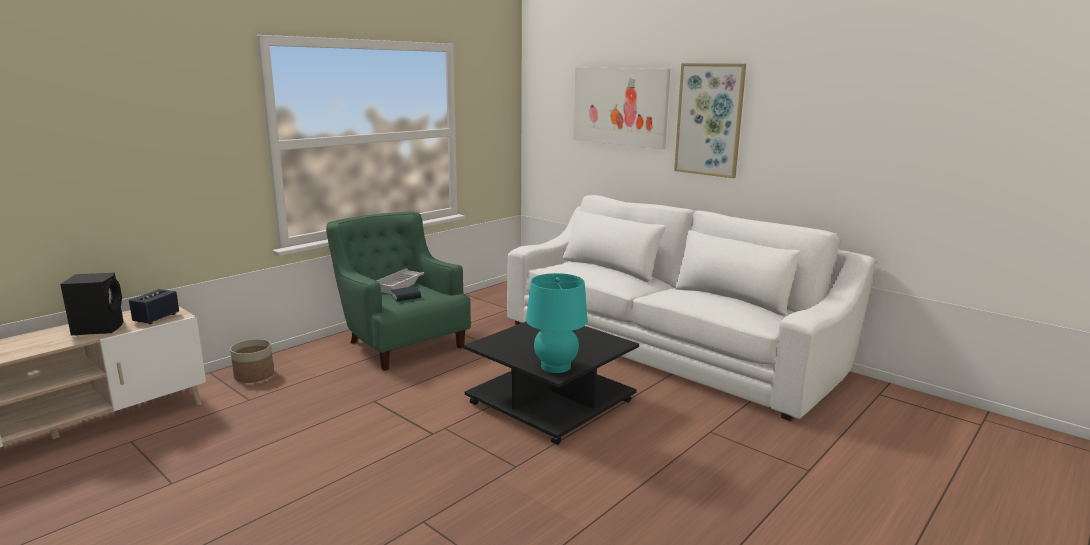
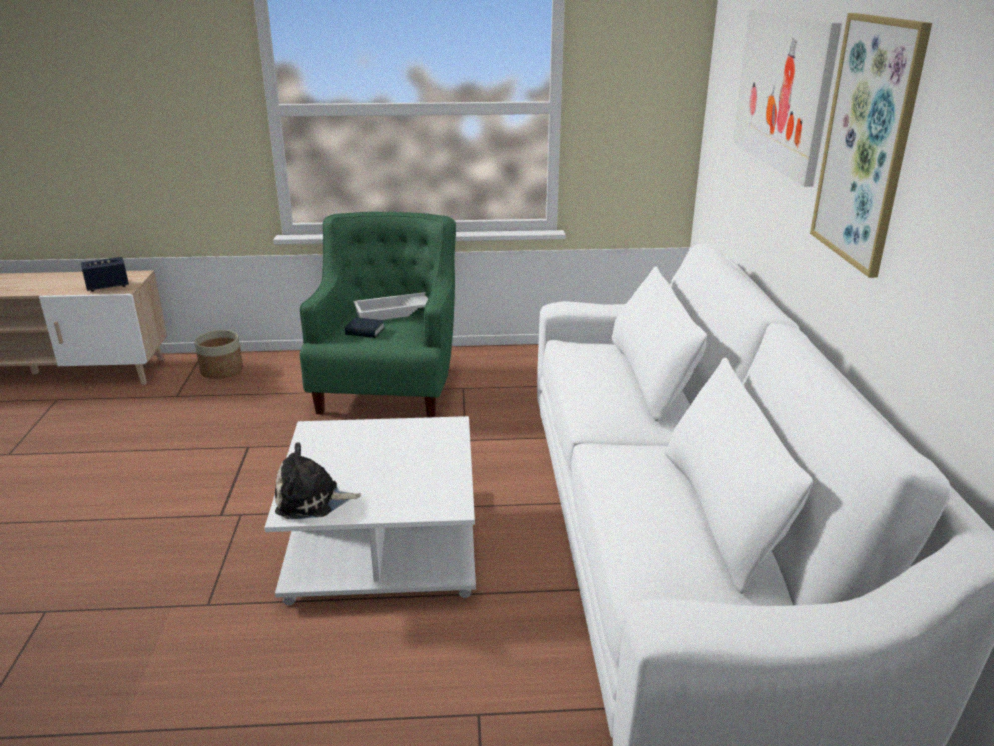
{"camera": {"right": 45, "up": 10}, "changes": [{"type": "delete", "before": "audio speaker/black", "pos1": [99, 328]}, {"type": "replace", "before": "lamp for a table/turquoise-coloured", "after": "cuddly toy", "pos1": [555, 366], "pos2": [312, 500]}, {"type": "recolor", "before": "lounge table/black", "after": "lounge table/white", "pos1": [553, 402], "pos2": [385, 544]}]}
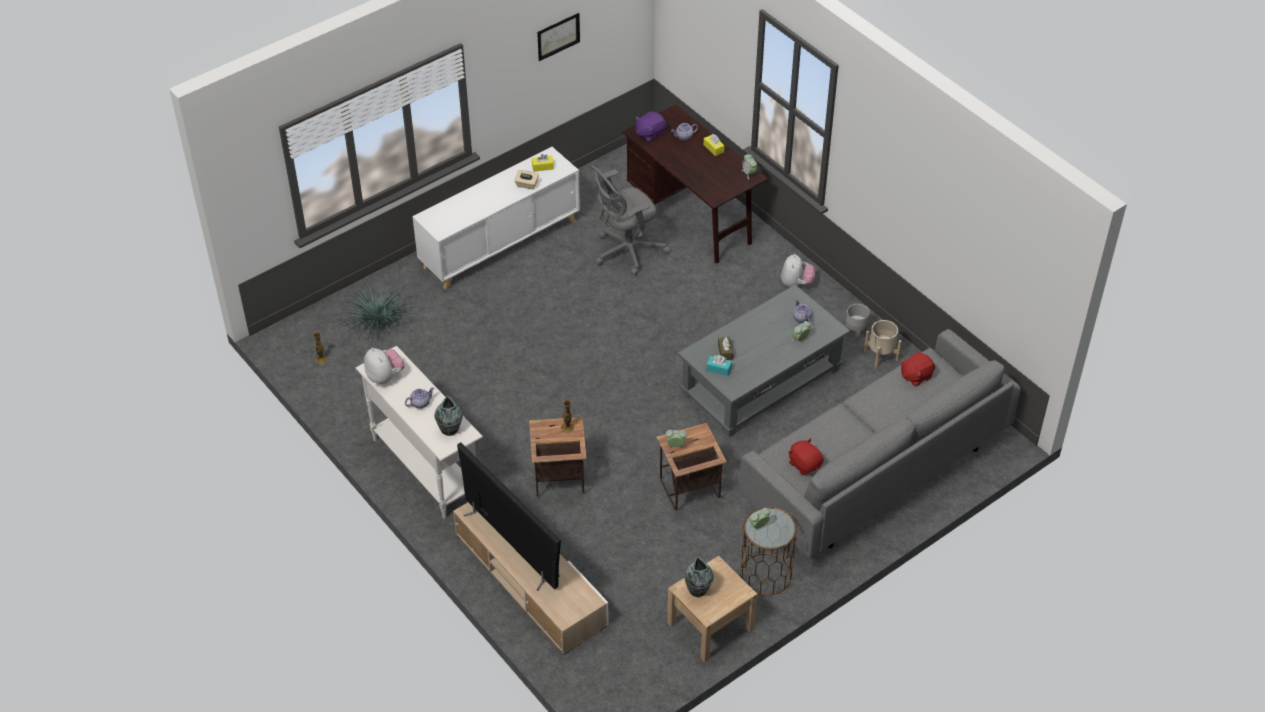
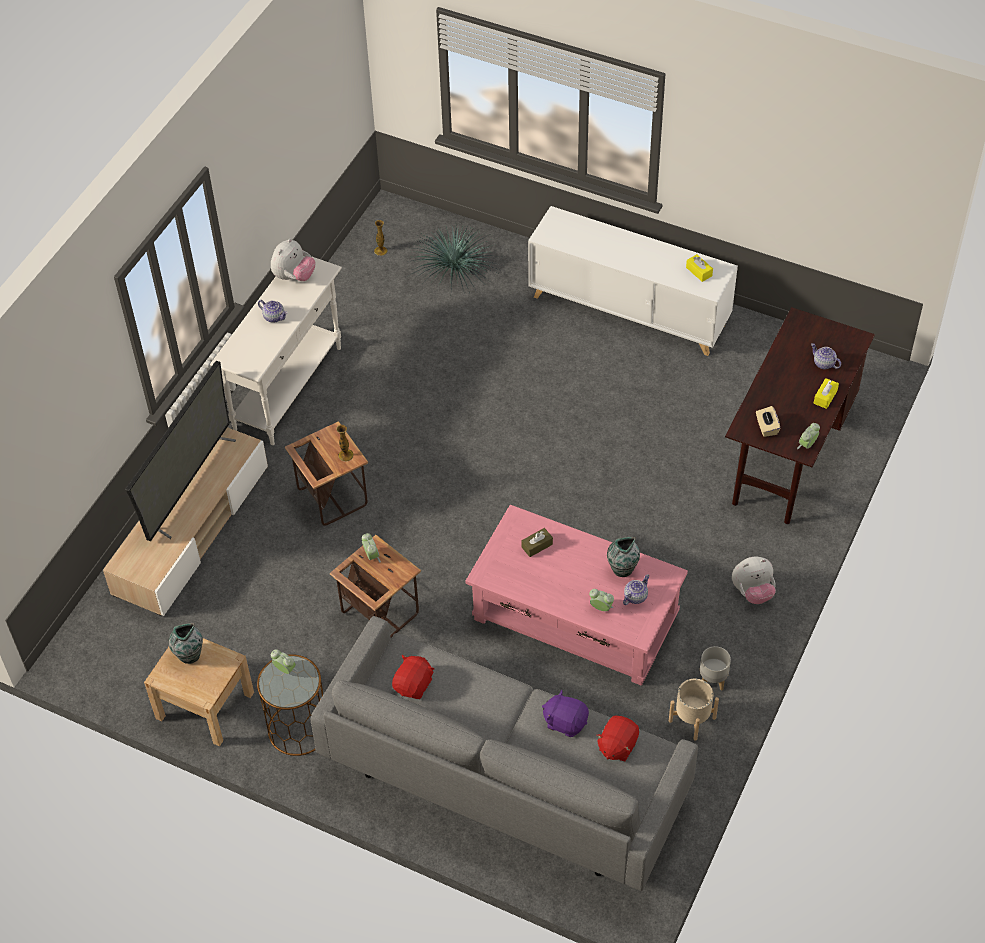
{"camera": {"right": 65, "up": 5}, "changes": [{"type": "delete", "before": "wall picture", "pos1": [558, 36]}, {"type": "move", "before": "cuddly toy/purplish", "pos1": [650, 133], "pos2": [565, 722]}, {"type": "delete", "before": "computer chair/grey", "pos1": [626, 252]}, {"type": "move", "before": "tissue holder/sand-coloured", "pos1": [526, 185], "pos2": [766, 427]}, {"type": "recolor", "before": "lounge table/grey", "after": "lounge table/pink", "pos1": [760, 381], "pos2": [575, 616]}, {"type": "rotate", "before": "cuddly toy/reddish", "pos1": [915, 376], "pos2": [617, 745], "turn": -90}, {"type": "delete", "before": "tissue holder/turquoise-coloured", "pos1": [719, 369]}, {"type": "move", "before": "flower vase", "pos1": [450, 430], "pos2": [622, 569]}]}
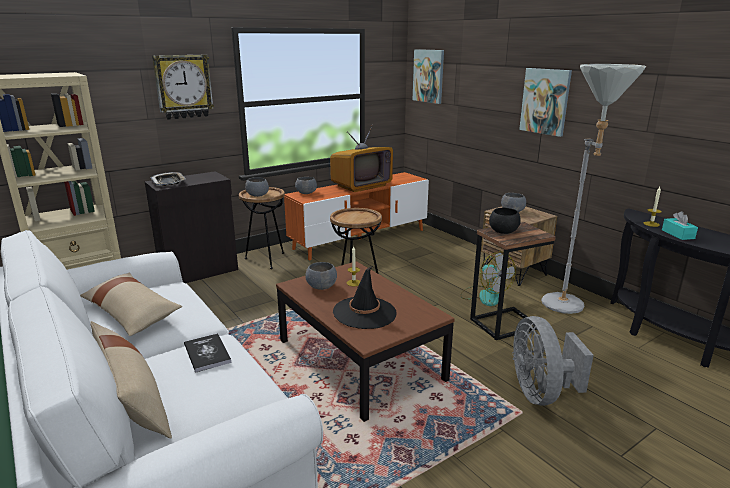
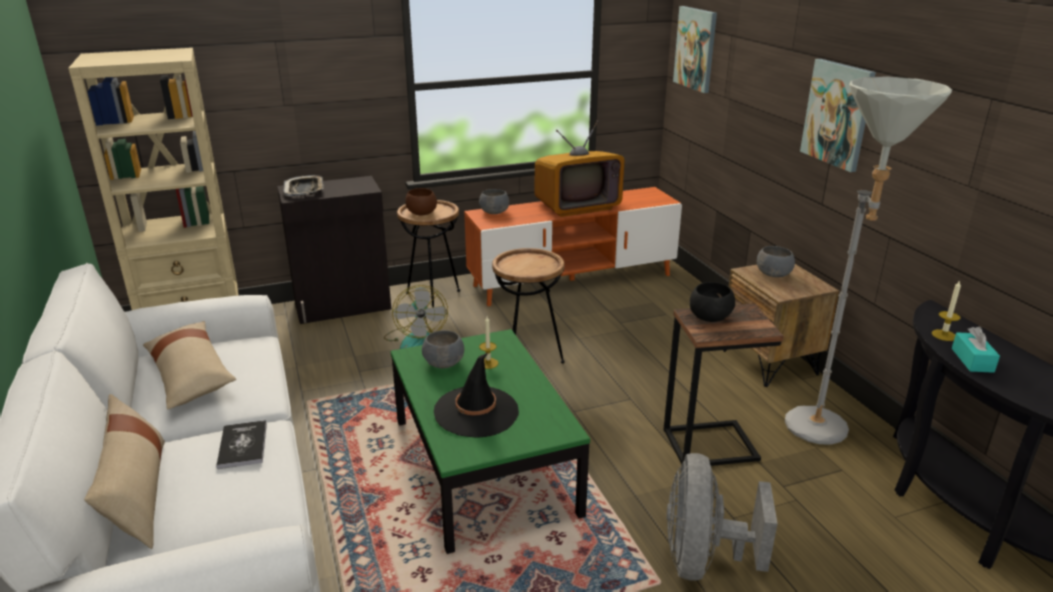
{"camera": {"right": 15, "up": 5}, "changes": [{"type": "delete", "before": "wall clock", "pos1": [183, 86]}, {"type": "recolor", "before": "deep dish/grey", "after": "deep dish/brown", "pos1": [257, 195], "pos2": [421, 213]}, {"type": "move", "before": "cooling fan", "pos1": [485, 295], "pos2": [415, 339]}, {"type": "recolor", "before": "lounge table/brown", "after": "lounge table/green-coloured", "pos1": [359, 359], "pos2": [483, 465]}]}
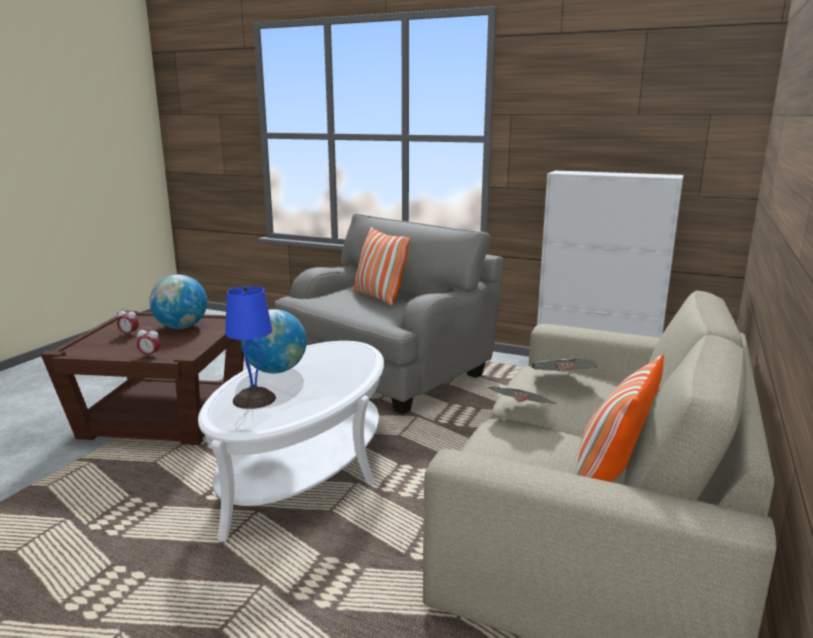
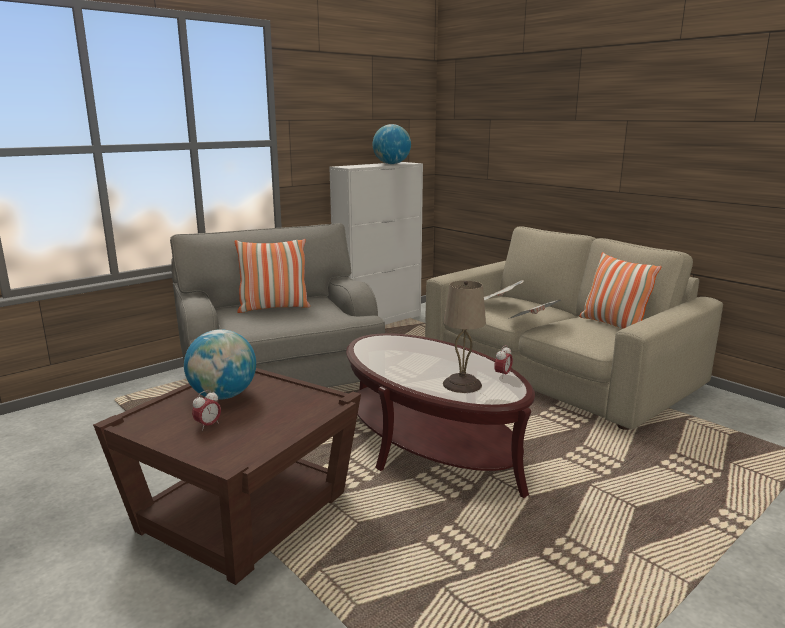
{"camera": {"right": -65, "up": 0}, "changes": [{"type": "recolor", "before": "lamp for a table/bluish", "after": "lamp for a table/sand-coloured", "pos1": [255, 399], "pos2": [462, 384]}, {"type": "move", "before": "globe", "pos1": [276, 370], "pos2": [391, 164]}, {"type": "move", "before": "table clock", "pos1": [150, 356], "pos2": [502, 375]}, {"type": "recolor", "before": "lounge table/white", "after": "lounge table/brown", "pos1": [305, 467], "pos2": [430, 445]}]}
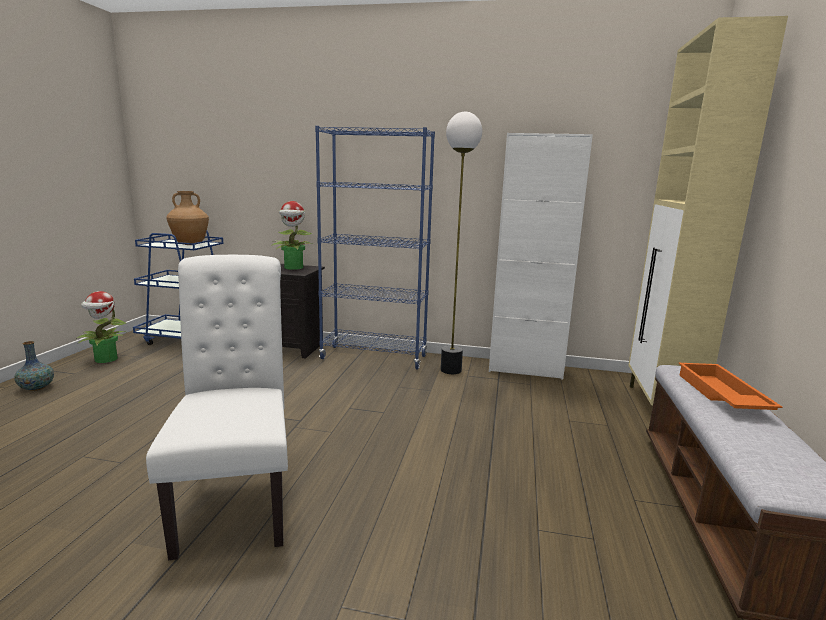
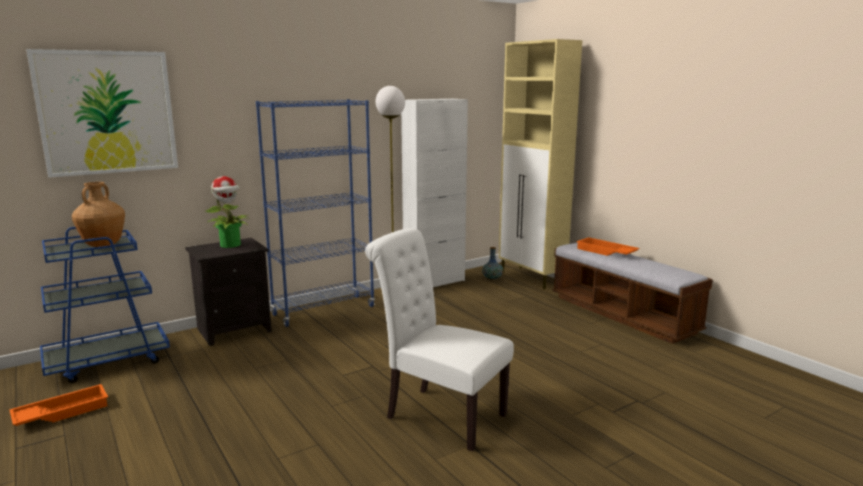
{"camera": {"right": -45, "up": 0}, "changes": [{"type": "replace", "before": "plant in a pot", "after": "tray/orangey", "pos1": [106, 359], "pos2": [62, 412]}, {"type": "move", "before": "flower vase", "pos1": [37, 388], "pos2": [492, 278]}, {"type": "insert", "after": "wall picture", "pos2": [107, 112]}]}
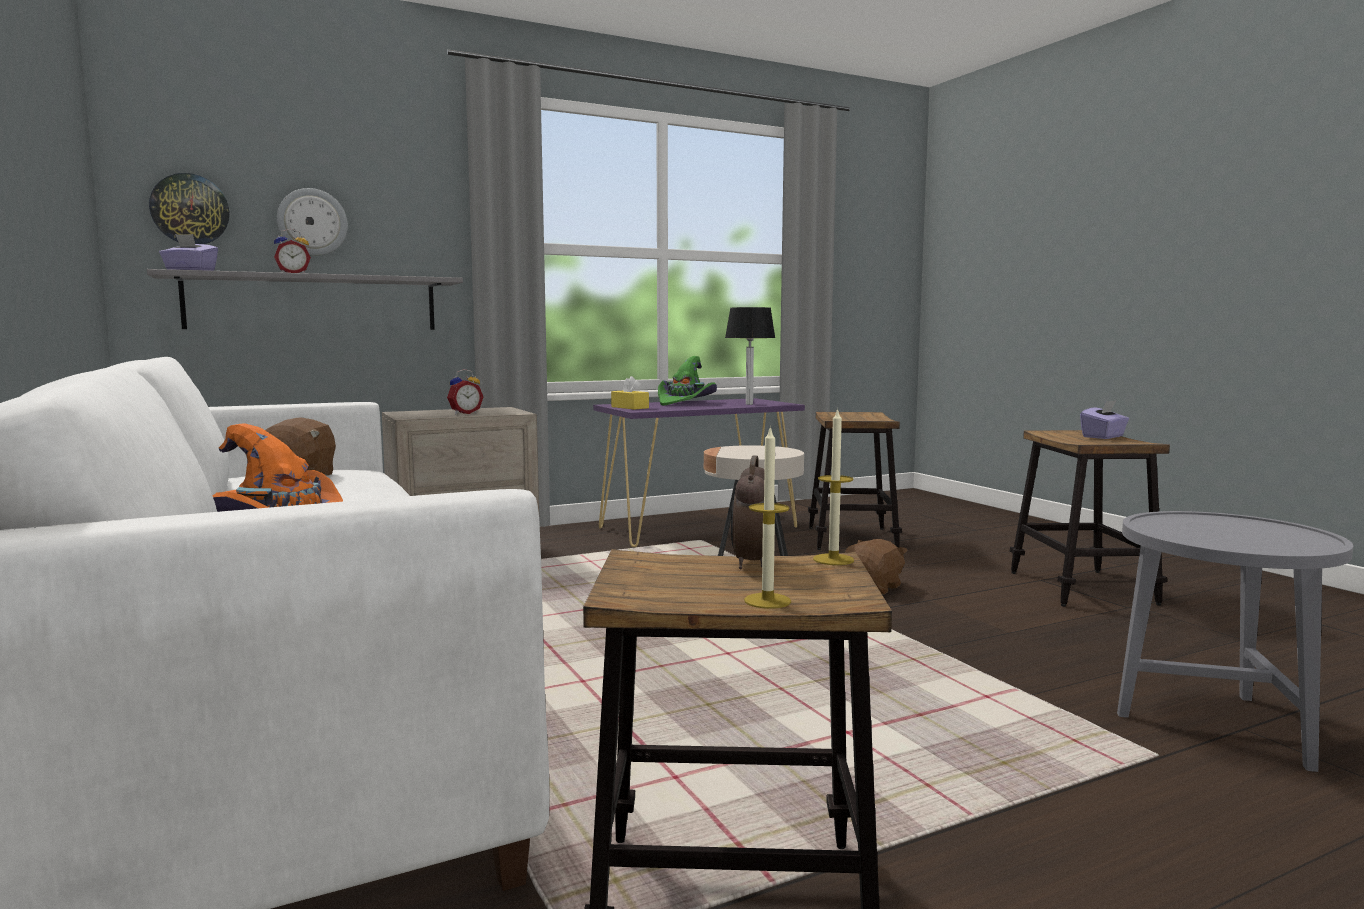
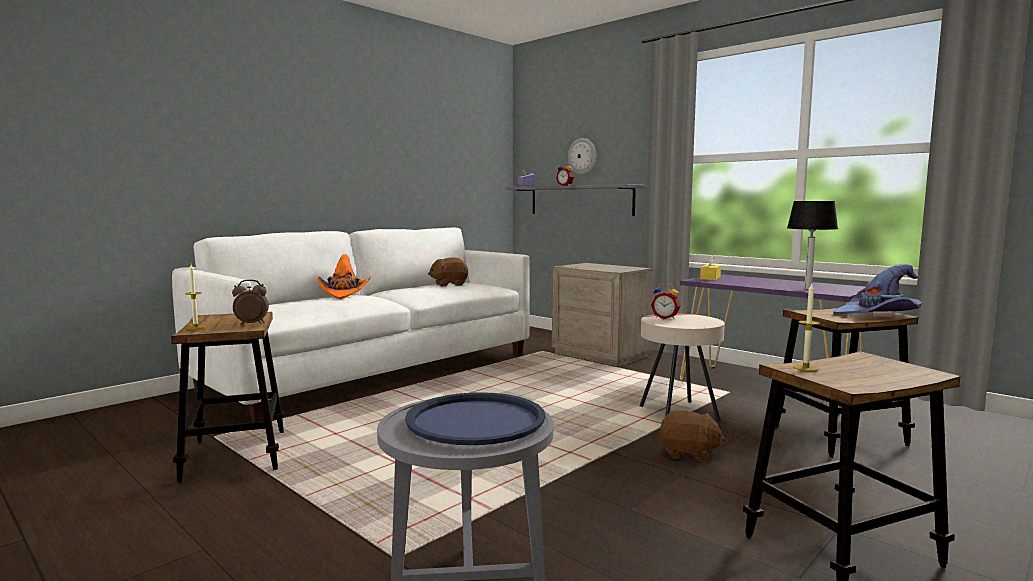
{"camera": {"right": 70, "up": 0}, "changes": [{"type": "delete", "before": "wall clock", "pos1": [190, 209]}, {"type": "delete", "before": "wearable hat/green-coloured", "pos1": [685, 402]}, {"type": "move", "before": "table clock", "pos1": [464, 413], "pos2": [665, 318]}, {"type": "delete", "before": "tissue holder/purplish", "pos1": [1103, 437]}, {"type": "move", "before": "candle", "pos1": [833, 559], "pos2": [805, 368]}, {"type": "insert", "after": "wearable hat/purplish", "pos2": [878, 315]}, {"type": "insert", "after": "tray/bluish", "pos2": [475, 420]}]}
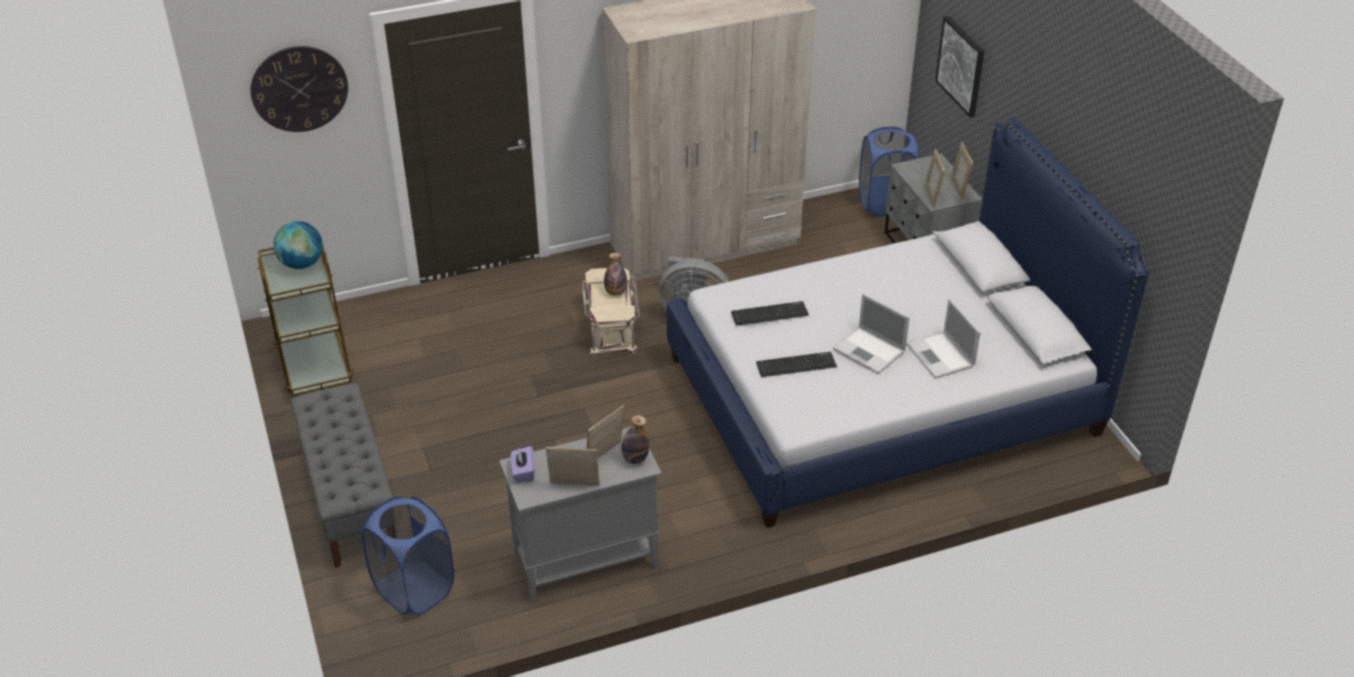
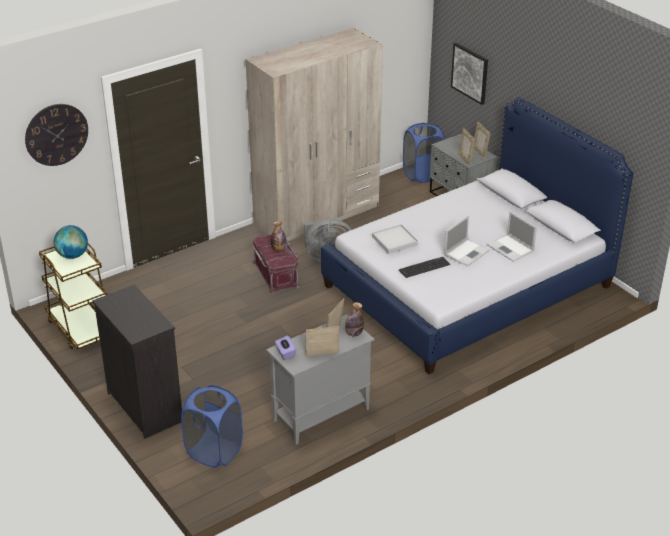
{"camera": {"right": -15, "up": -5}, "changes": [{"type": "recolor", "before": "storage container/sand-coloured", "after": "storage container/reddish", "pos1": [612, 326], "pos2": [276, 273]}, {"type": "rotate", "before": "laptop", "pos1": [870, 351], "pos2": [467, 252], "turn": -75}, {"type": "replace", "before": "keyboard", "after": "tray/white", "pos1": [769, 314], "pos2": [395, 241]}, {"type": "replace", "before": "indoor bench/grey", "after": "chest of drawers/black", "pos1": [350, 499], "pos2": [145, 406]}]}
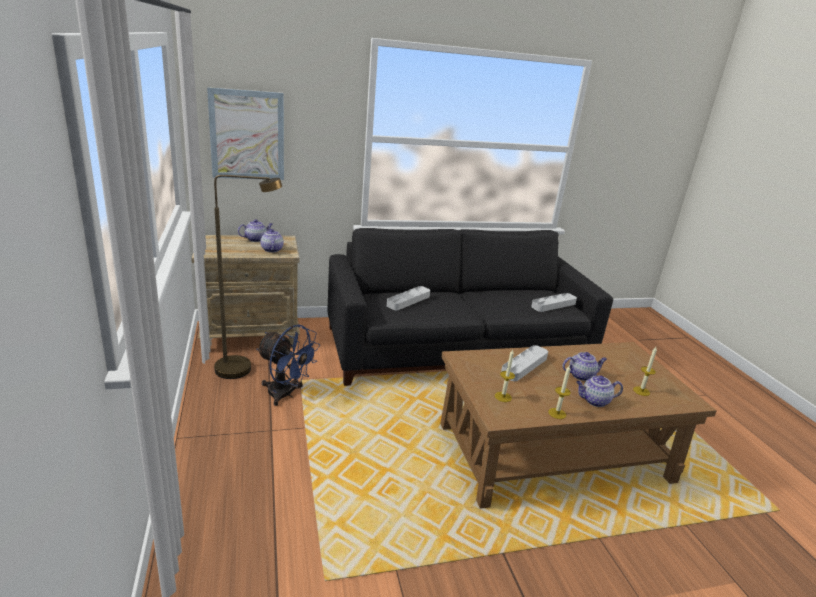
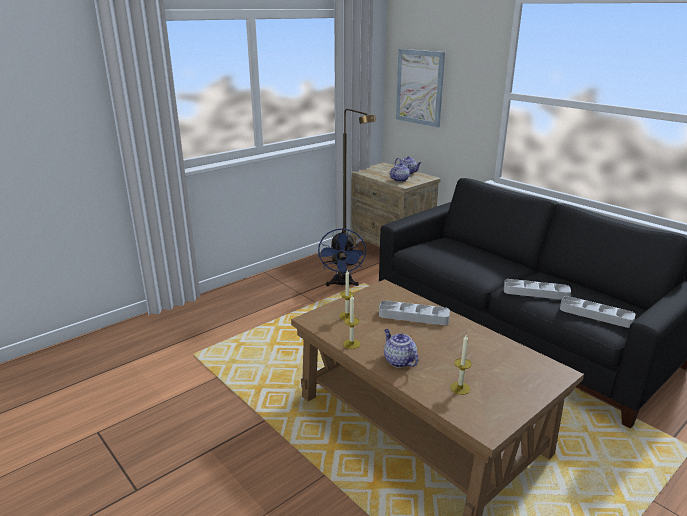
{"camera": {"right": 65, "up": 0}, "changes": [{"type": "move", "before": "tray/grey", "pos1": [408, 301], "pos2": [536, 292]}, {"type": "delete", "before": "pot for tea", "pos1": [581, 375]}]}
